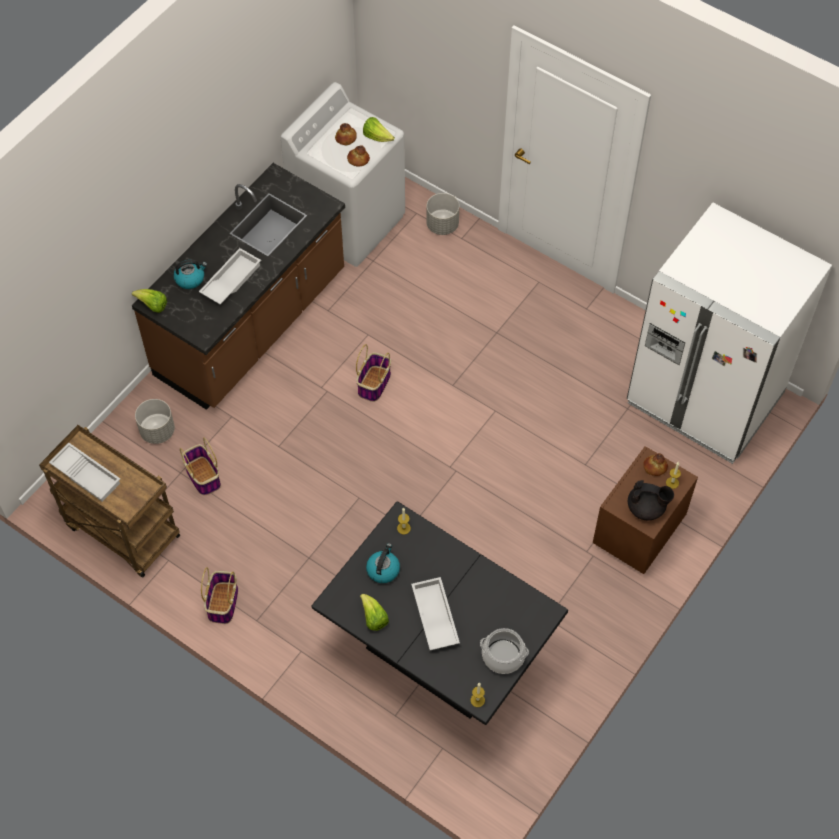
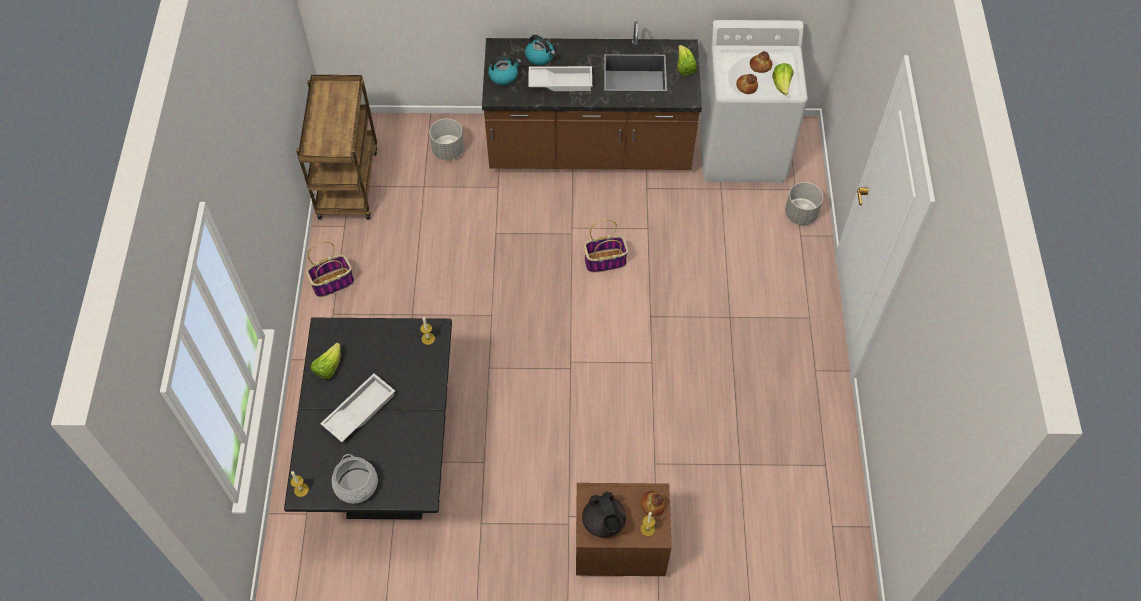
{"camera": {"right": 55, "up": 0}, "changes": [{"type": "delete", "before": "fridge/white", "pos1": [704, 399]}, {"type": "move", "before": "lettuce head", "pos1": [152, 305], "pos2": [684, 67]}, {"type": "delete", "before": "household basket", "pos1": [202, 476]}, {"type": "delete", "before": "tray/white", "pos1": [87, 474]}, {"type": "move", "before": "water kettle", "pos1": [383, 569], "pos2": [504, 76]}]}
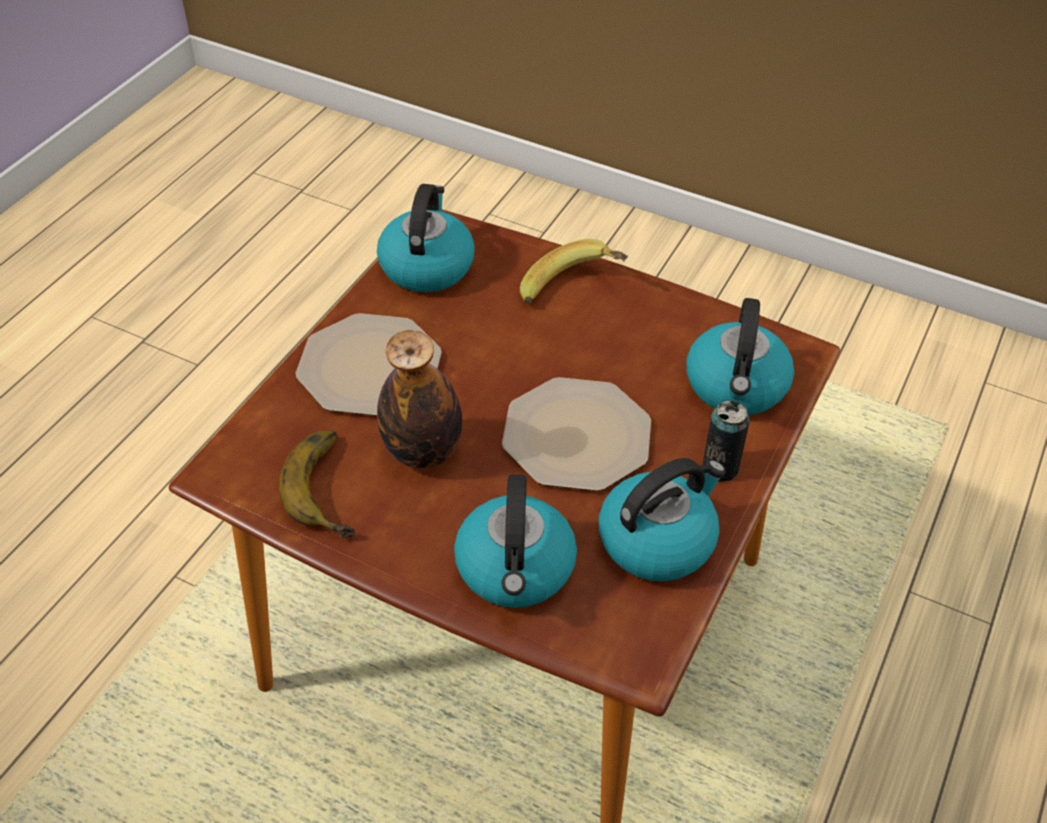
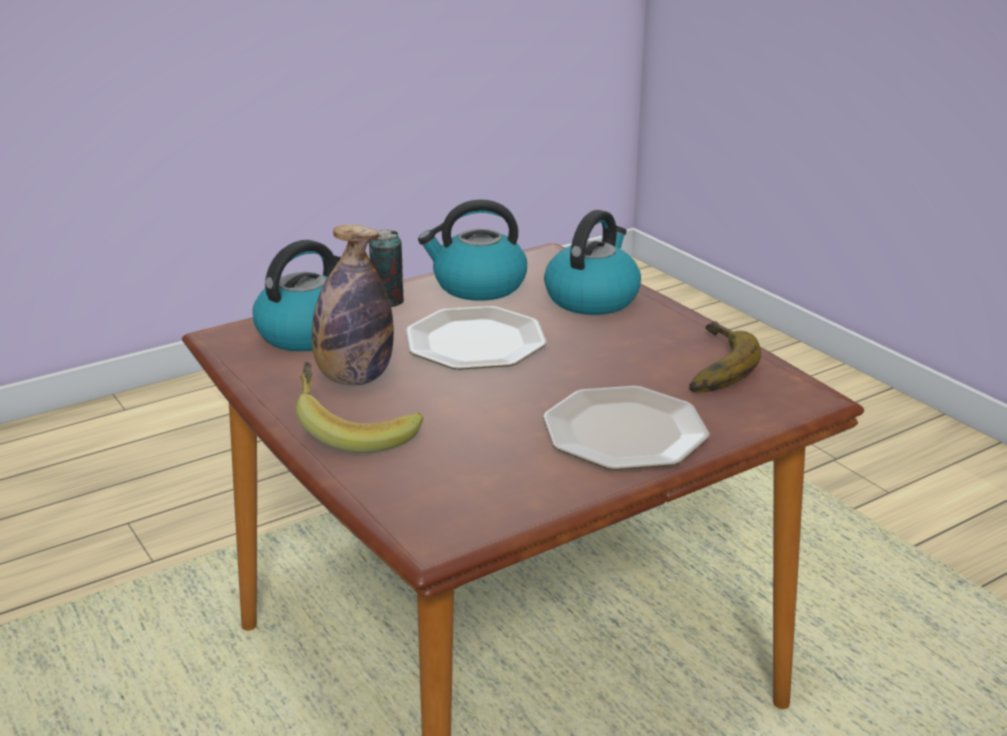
{"camera": {"right": -150, "up": -20}, "changes": [{"type": "delete", "before": "water kettle", "pos1": [426, 265]}, {"type": "move", "before": "bottle", "pos1": [423, 452], "pos2": [354, 378]}]}
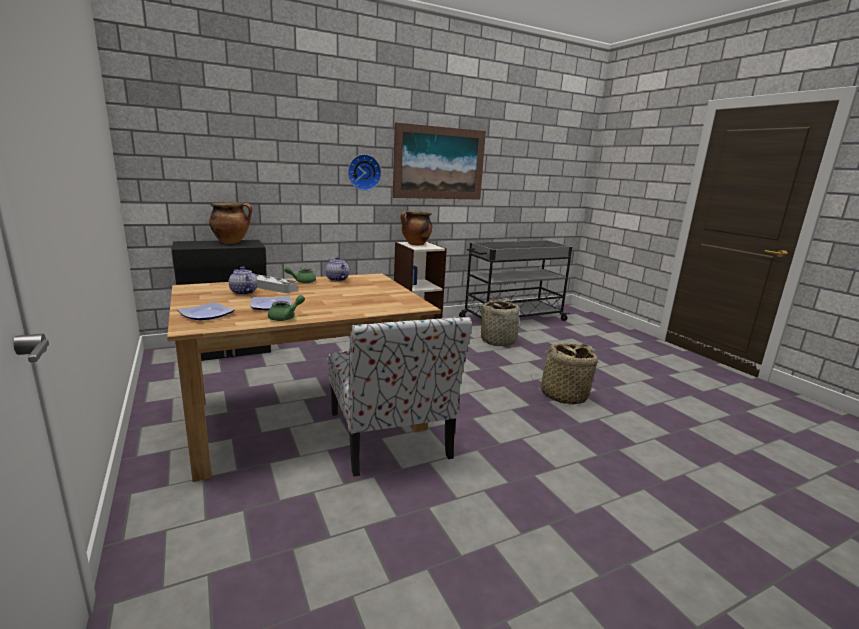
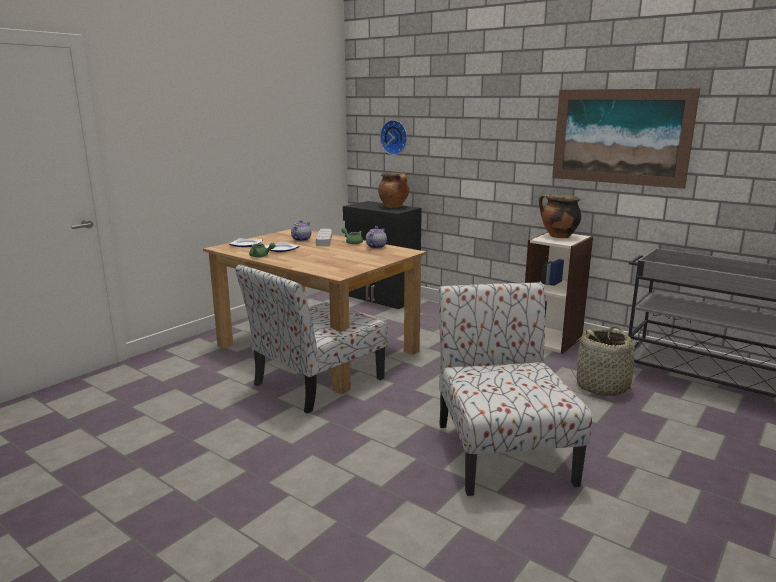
{"camera": {"right": 65, "up": 0}, "changes": [{"type": "move", "before": "wall clock", "pos1": [363, 172], "pos2": [395, 137]}, {"type": "replace", "before": "household basket", "after": "chair", "pos1": [563, 395], "pos2": [501, 450]}]}
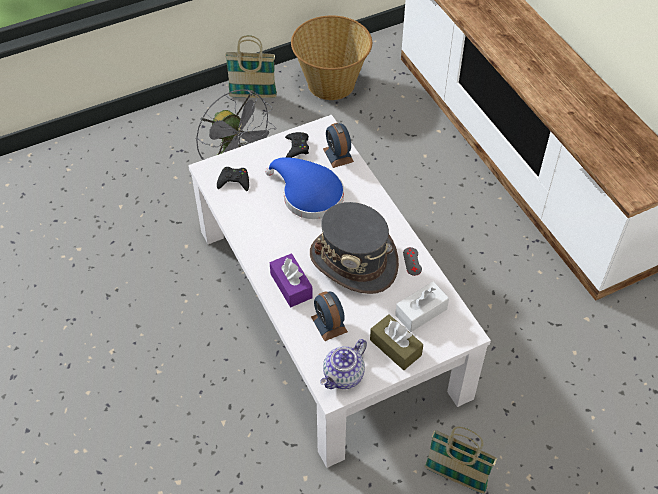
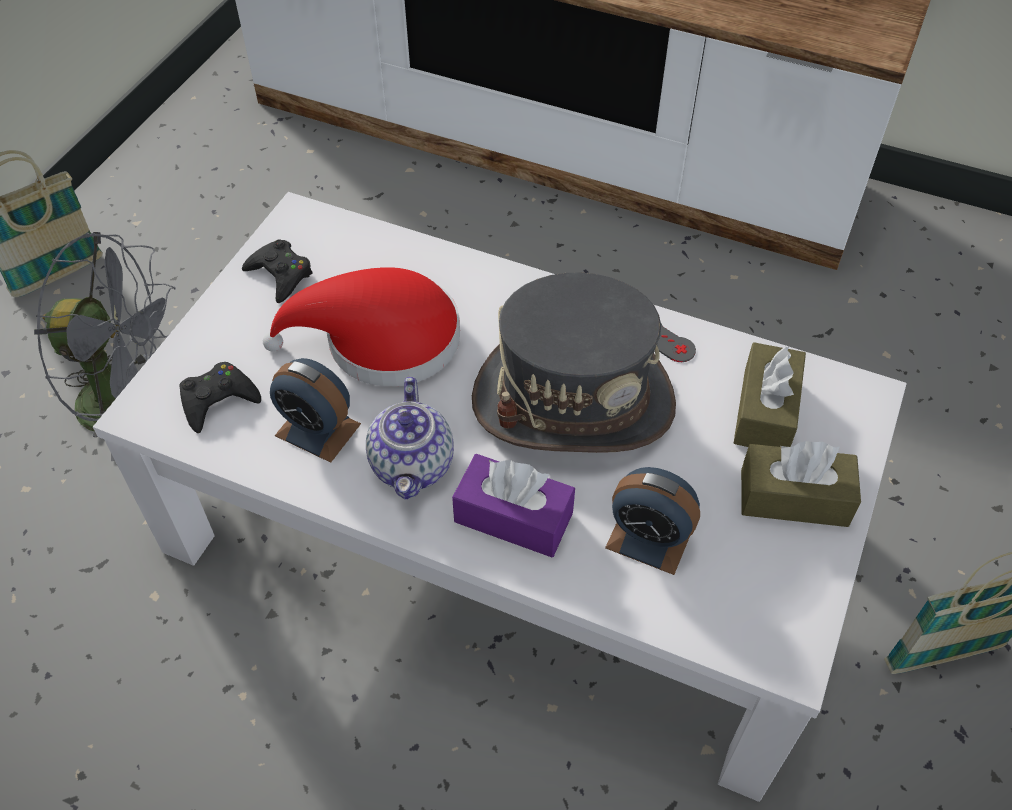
{"camera": {"right": -40, "up": 0}, "changes": [{"type": "delete", "before": "household basket", "pos1": [331, 84]}, {"type": "move", "before": "table clock", "pos1": [338, 155], "pos2": [318, 430]}, {"type": "recolor", "before": "wearable hat/bluish", "after": "wearable hat/reddish", "pos1": [308, 195], "pos2": [381, 341]}, {"type": "recolor", "before": "tissue holder/white", "after": "tissue holder/brown", "pos1": [421, 312], "pos2": [765, 411]}, {"type": "move", "before": "pot for tea", "pos1": [343, 376], "pos2": [413, 465]}]}
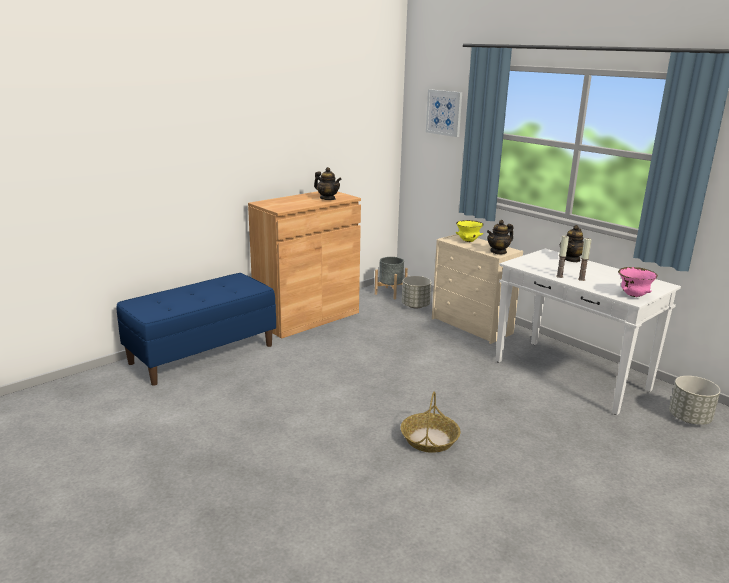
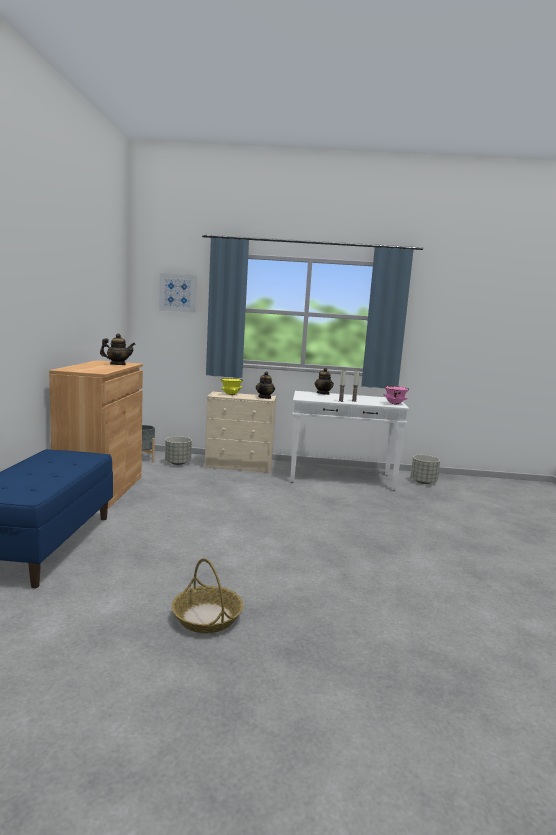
{"camera": {"right": -45, "up": -10}, "changes": [{"type": "move", "before": "household basket", "pos1": [429, 439], "pos2": [206, 617]}]}
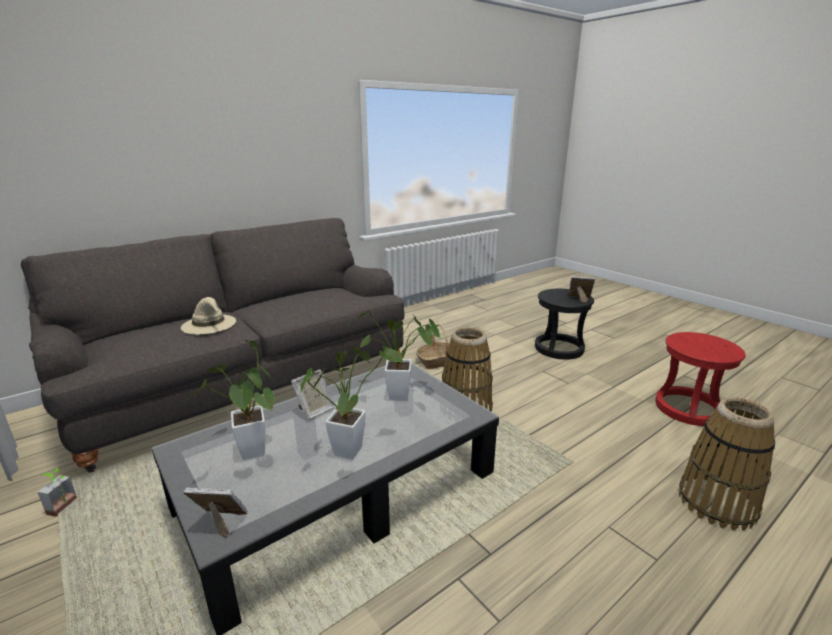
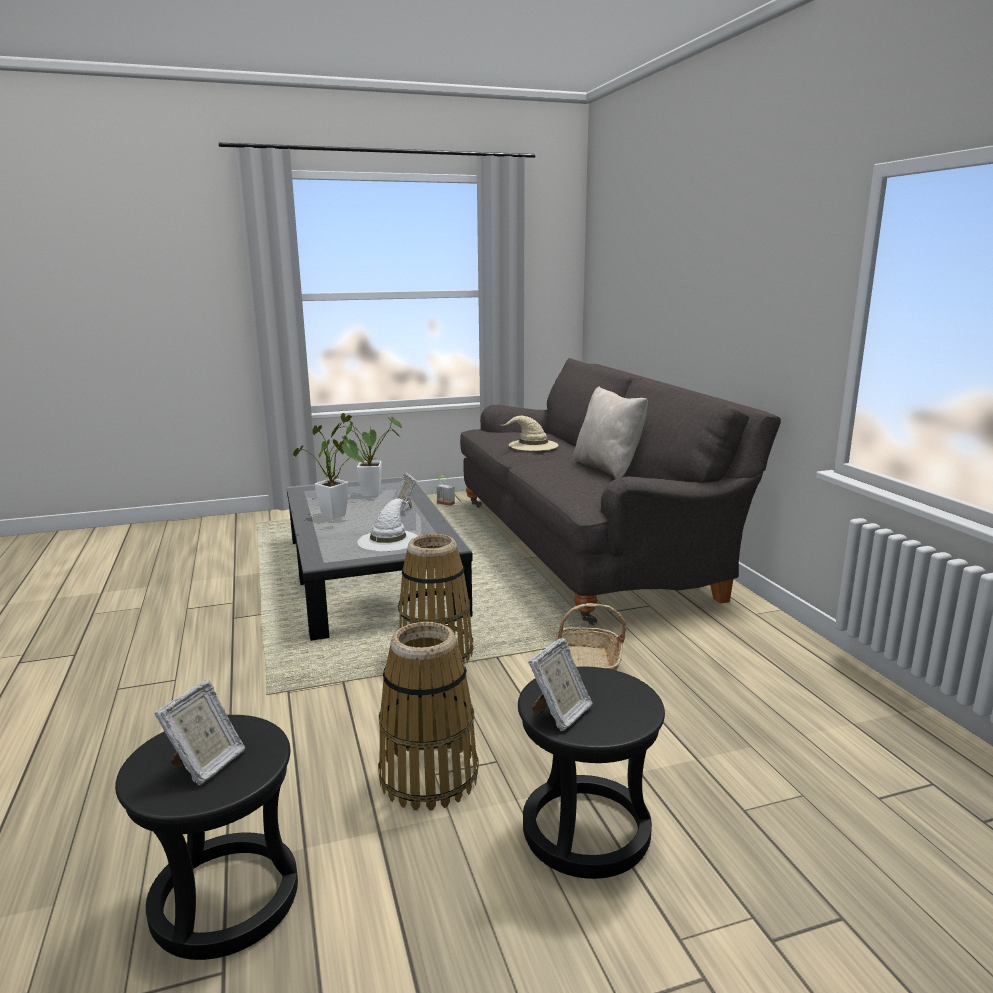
{"camera": {"right": 110, "up": -5}, "changes": [{"type": "replace", "before": "plant in a pot", "after": "wearable hat/white", "pos1": [404, 396], "pos2": [388, 540]}, {"type": "recolor", "before": "stool/reddish", "after": "stool/black", "pos1": [688, 408], "pos2": [225, 898]}, {"type": "move", "before": "household basket", "pos1": [716, 503], "pos2": [429, 776]}, {"type": "move", "before": "standing frame", "pos1": [222, 523], "pos2": [206, 765]}, {"type": "insert", "after": "pillow/sand-coloured", "pos2": [608, 468]}]}
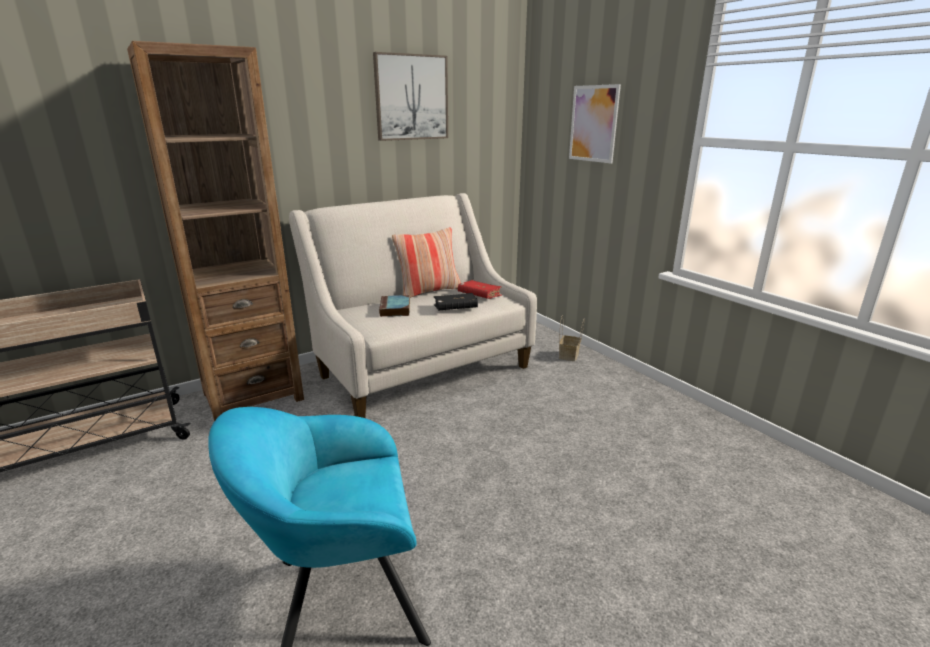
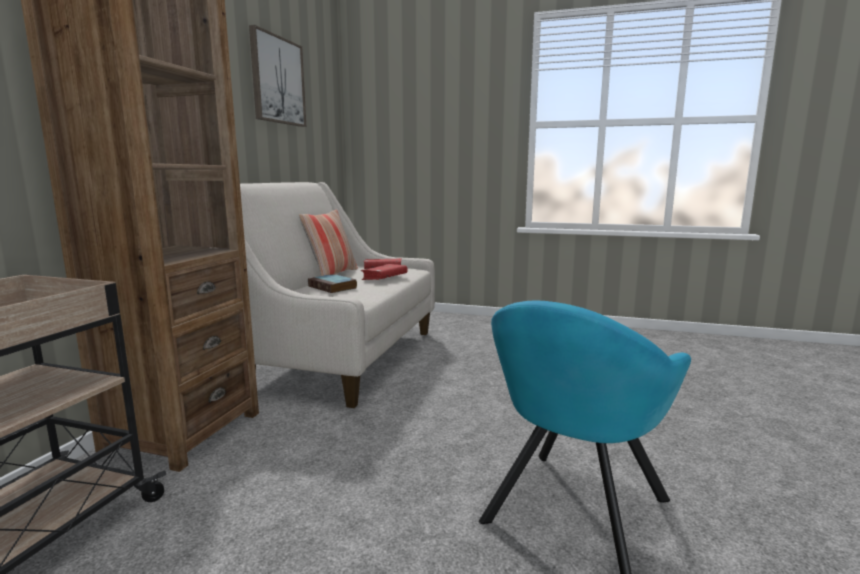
{"camera": {"right": -40, "up": -10}, "changes": [{"type": "delete", "before": "wall picture", "pos1": [593, 124]}, {"type": "recolor", "before": "volume/black", "after": "volume/reddish", "pos1": [455, 308], "pos2": [384, 278]}, {"type": "delete", "before": "household basket", "pos1": [569, 356]}]}
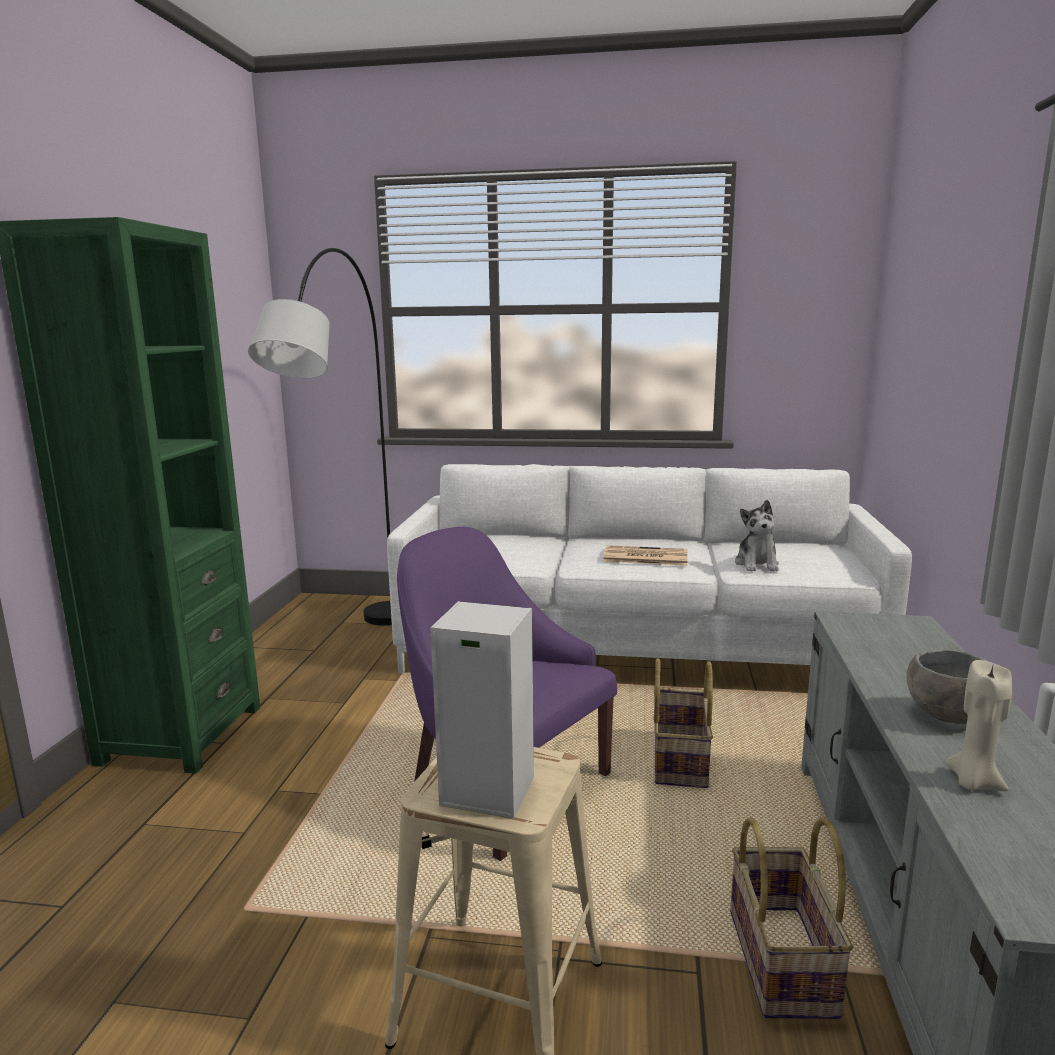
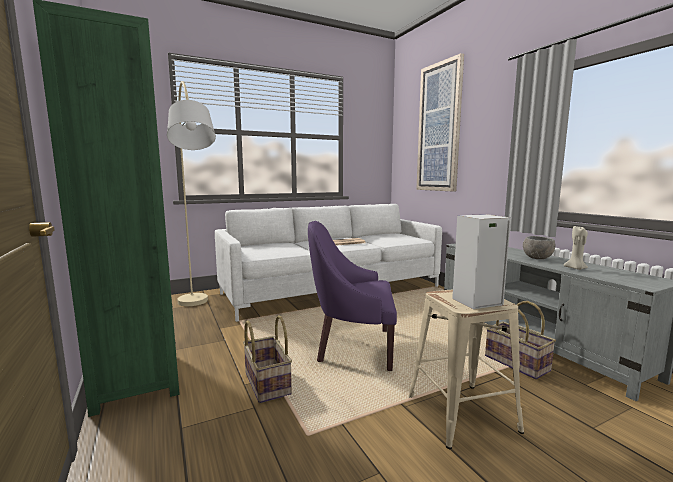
{"camera": {"right": -35, "up": -5}, "changes": [{"type": "recolor", "before": "standing lamp/black", "after": "standing lamp/sand-coloured", "pos1": [356, 654], "pos2": [199, 320]}, {"type": "delete", "before": "cuddly toy", "pos1": [757, 564]}, {"type": "move", "before": "household basket", "pos1": [678, 760], "pos2": [266, 383]}, {"type": "insert", "after": "wall picture", "pos2": [439, 128]}]}
